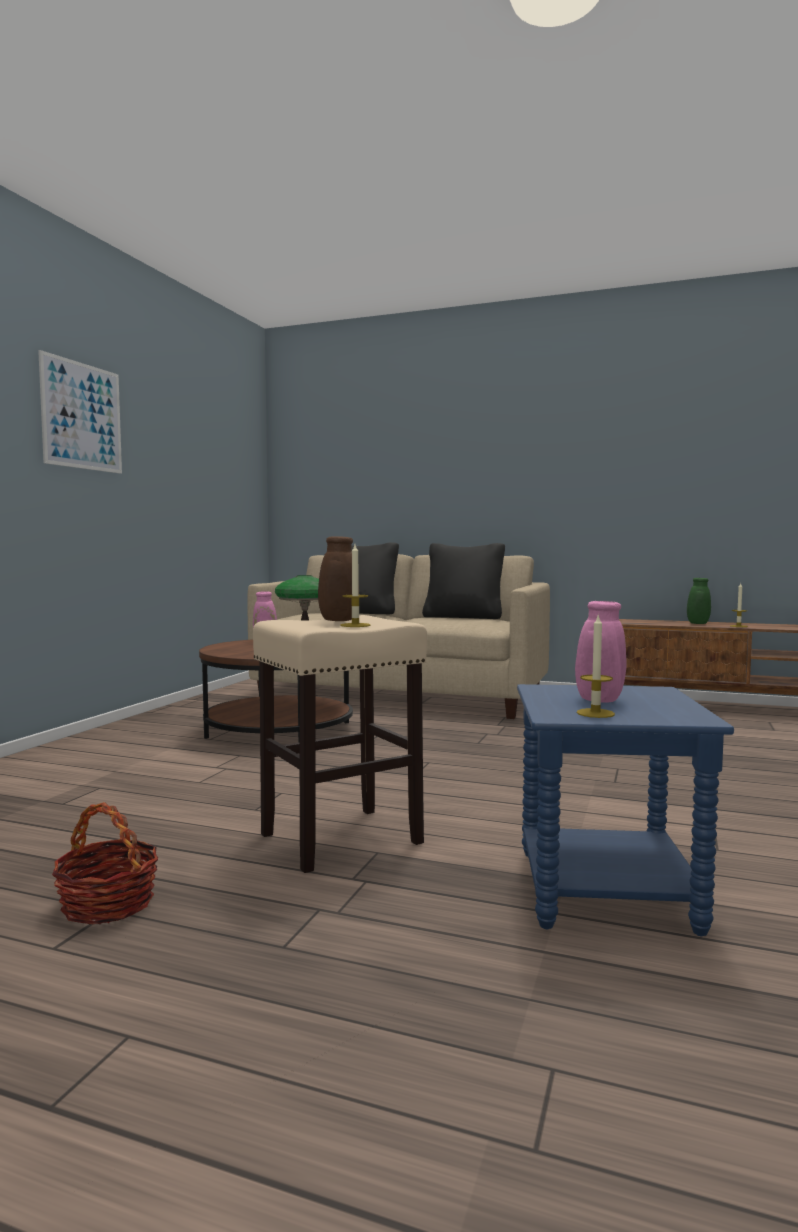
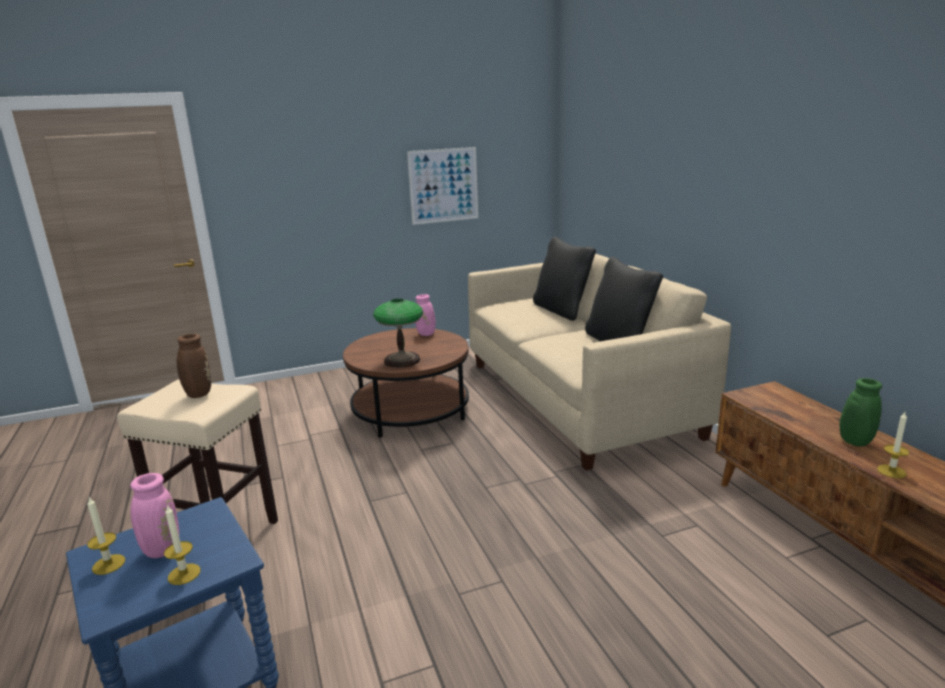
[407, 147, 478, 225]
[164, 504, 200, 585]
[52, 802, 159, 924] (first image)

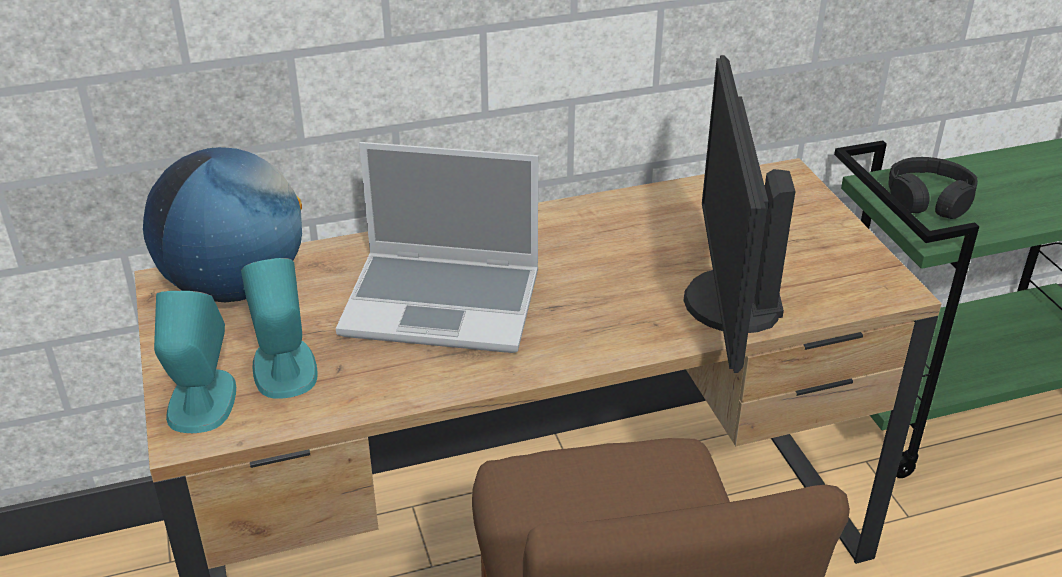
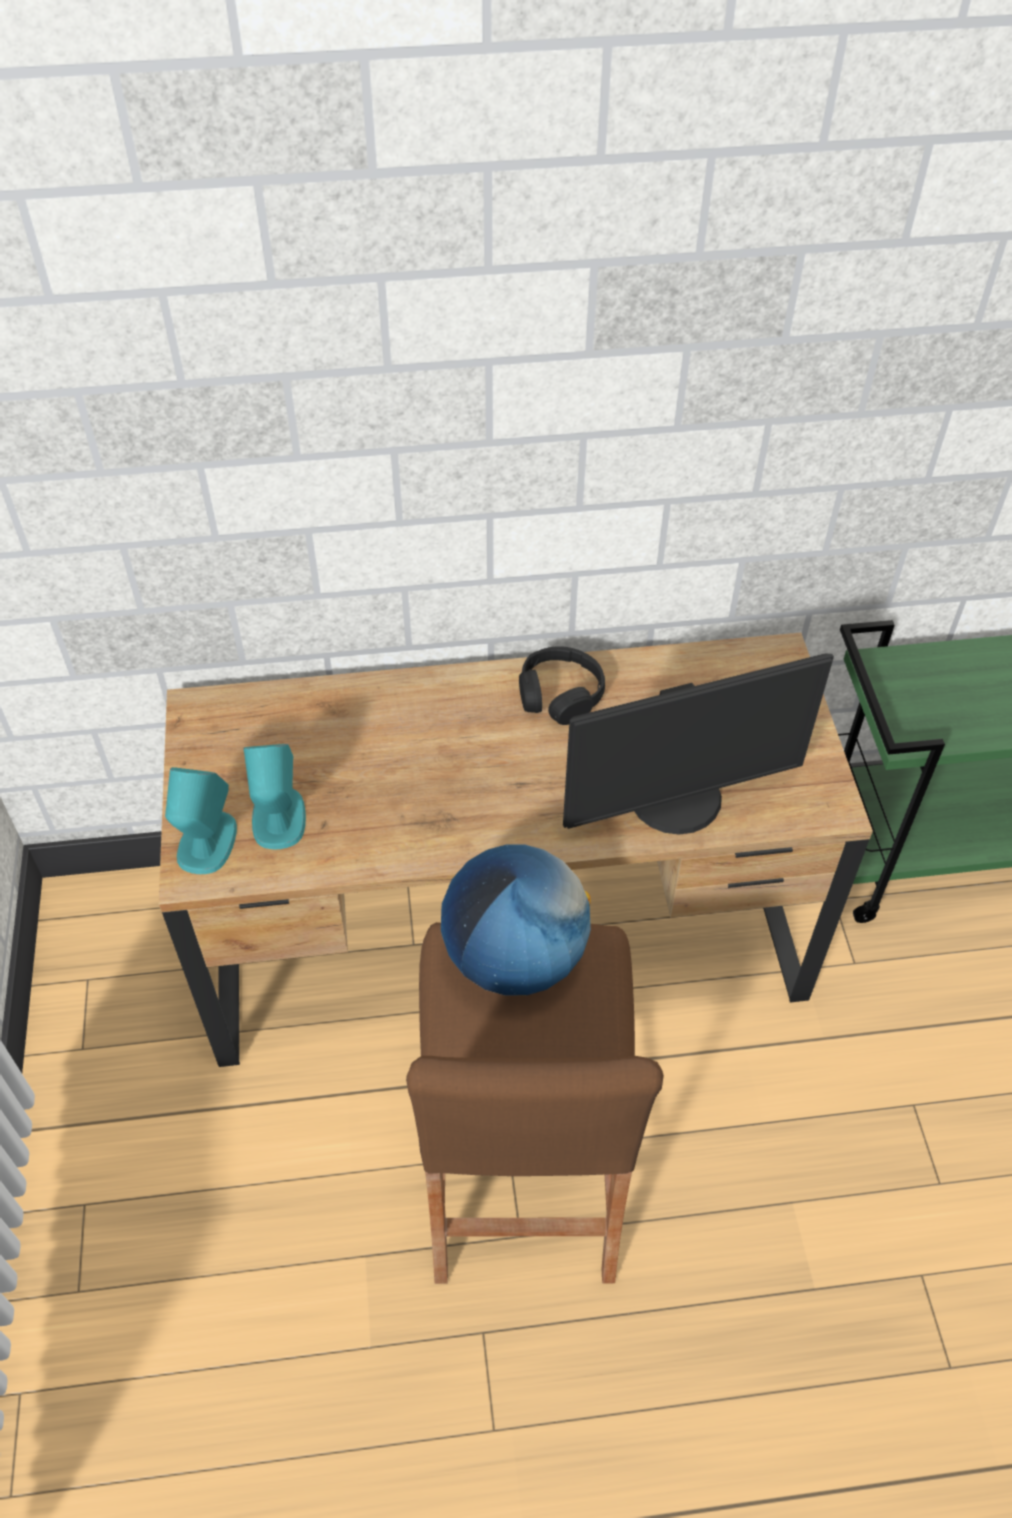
[563, 654, 834, 835]
[336, 142, 538, 353] (first image)
[441, 845, 591, 996]
[519, 646, 605, 725]

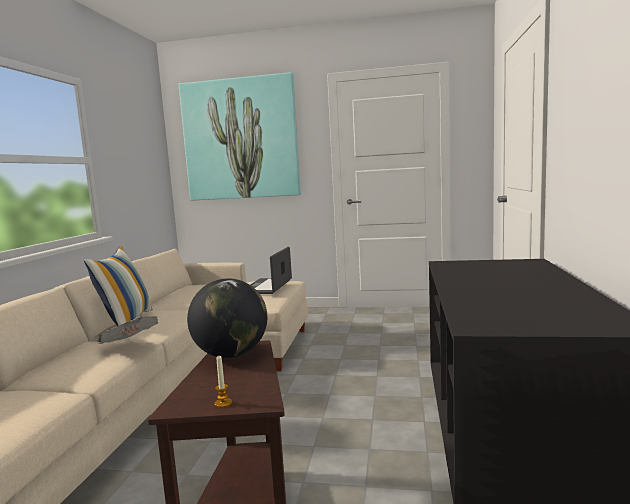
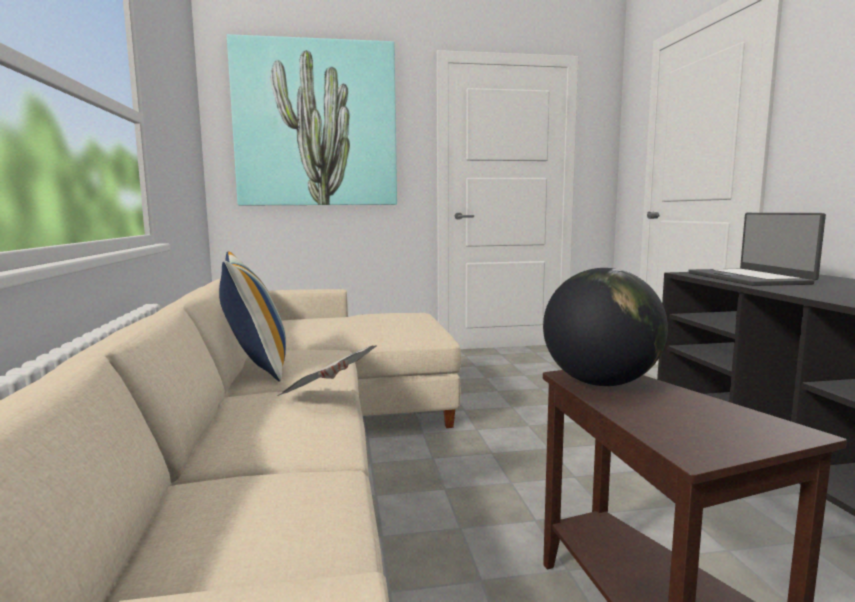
[688, 213, 826, 286]
[215, 356, 232, 408] (first image)

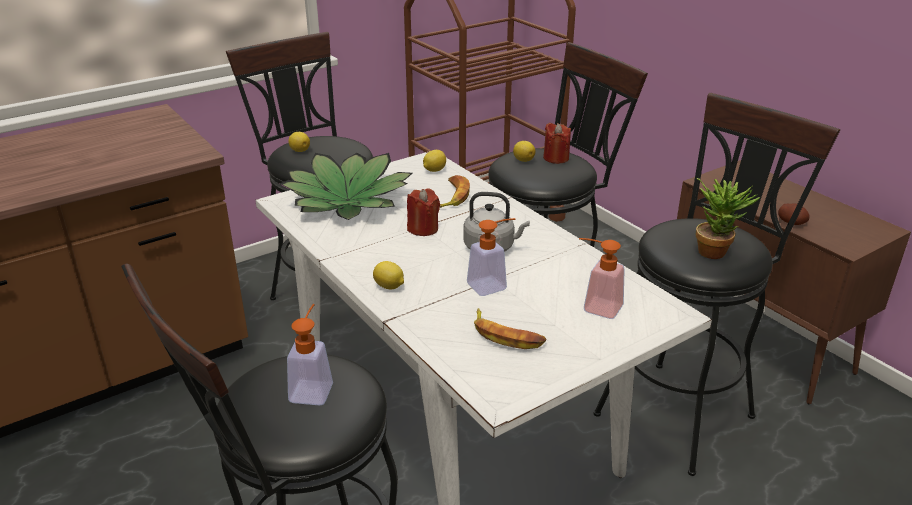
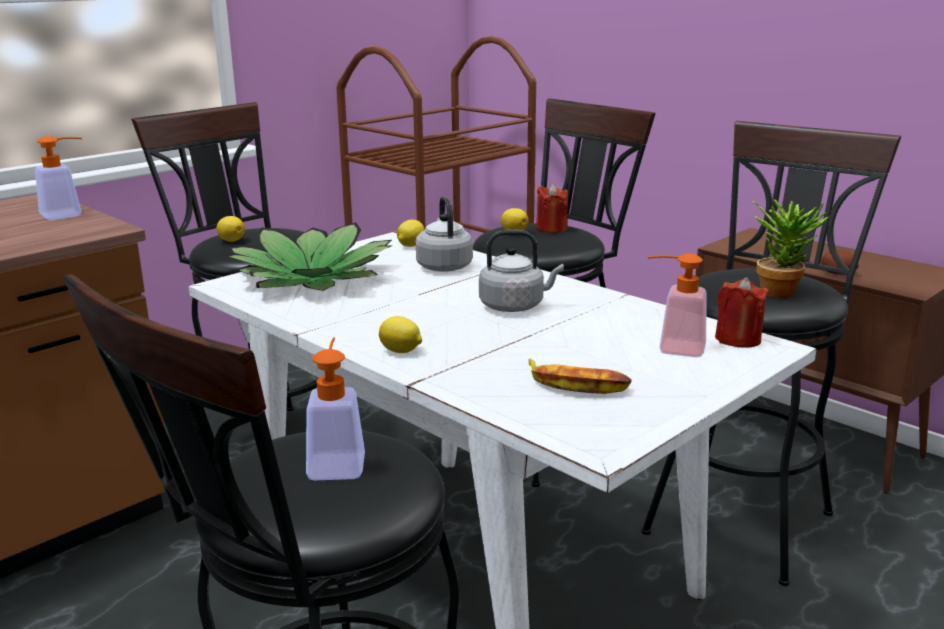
[416, 196, 473, 272]
[715, 277, 768, 348]
[35, 136, 82, 220]

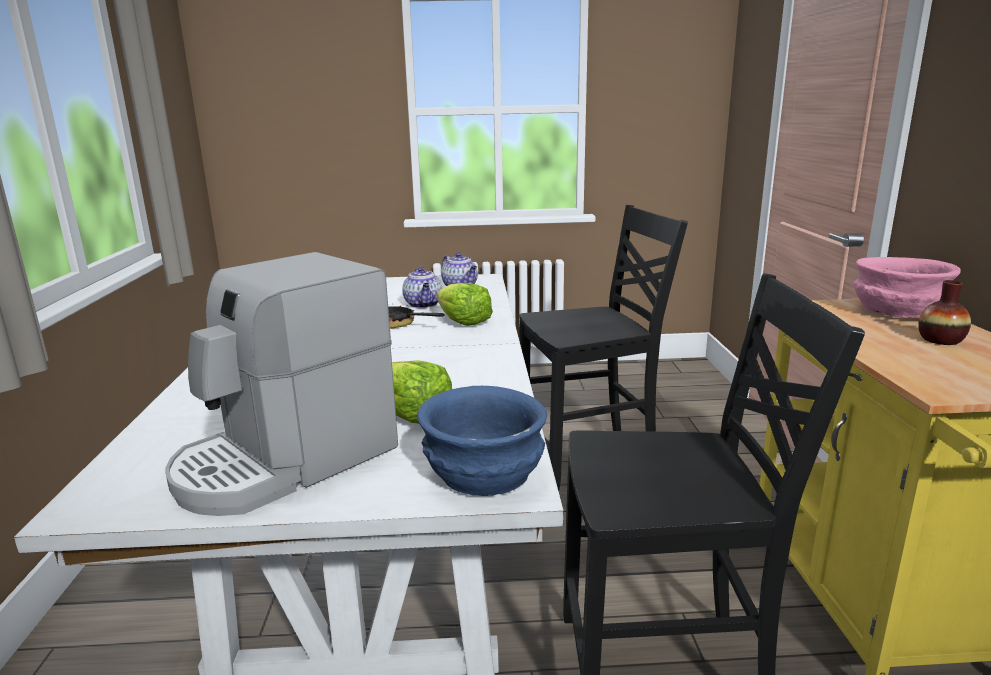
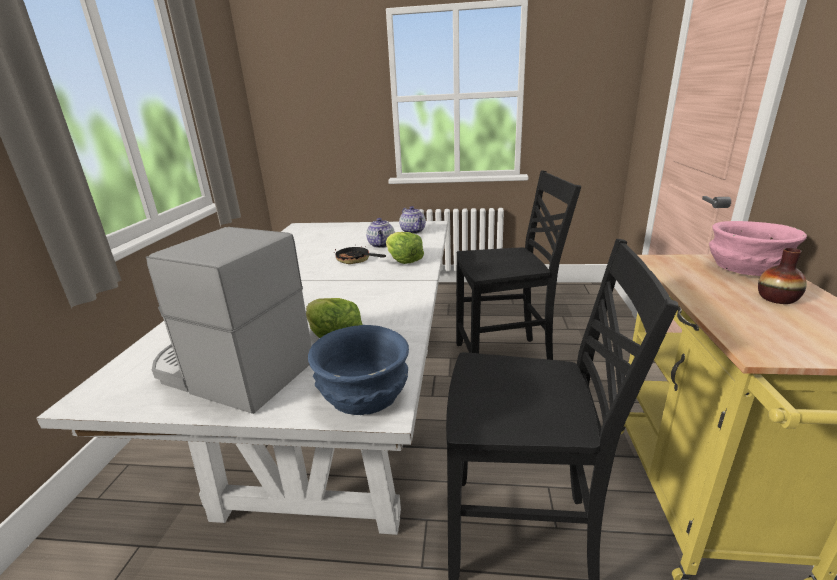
[146, 227, 311, 414]

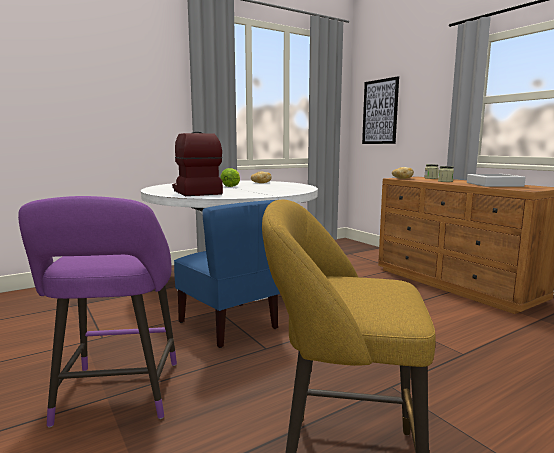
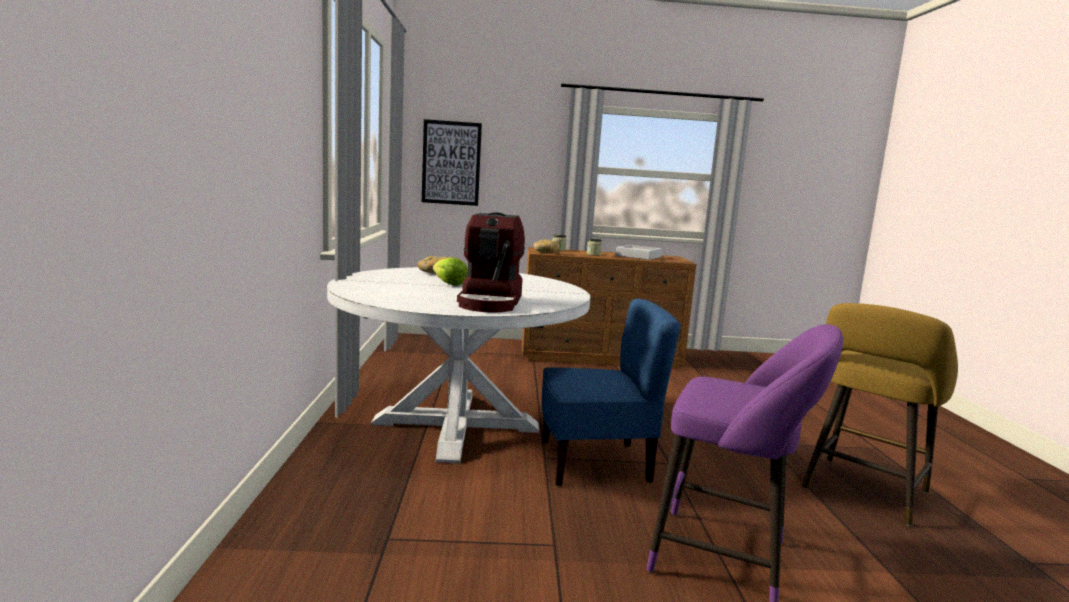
[457, 212, 525, 312]

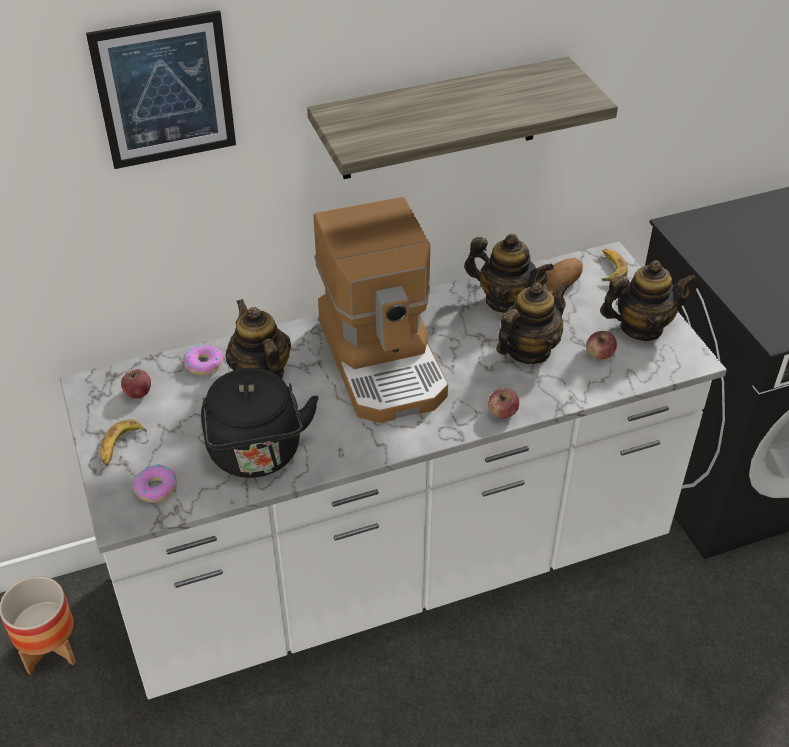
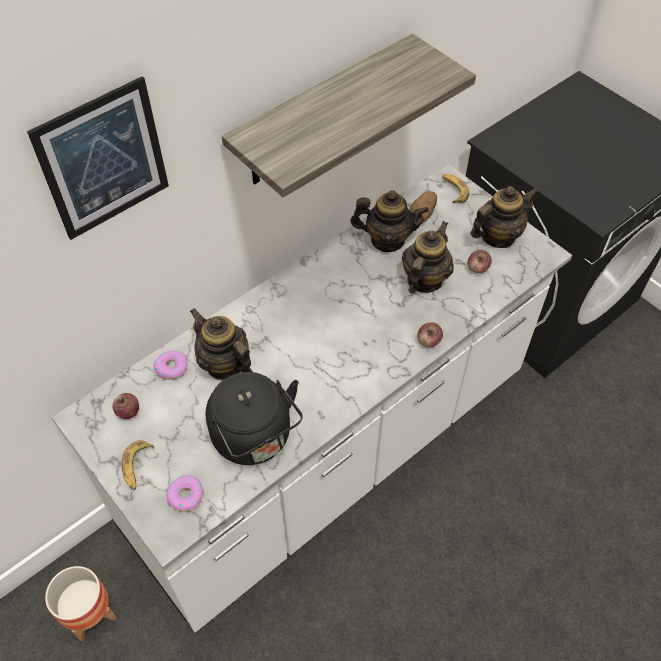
[314, 197, 448, 423] (first image)

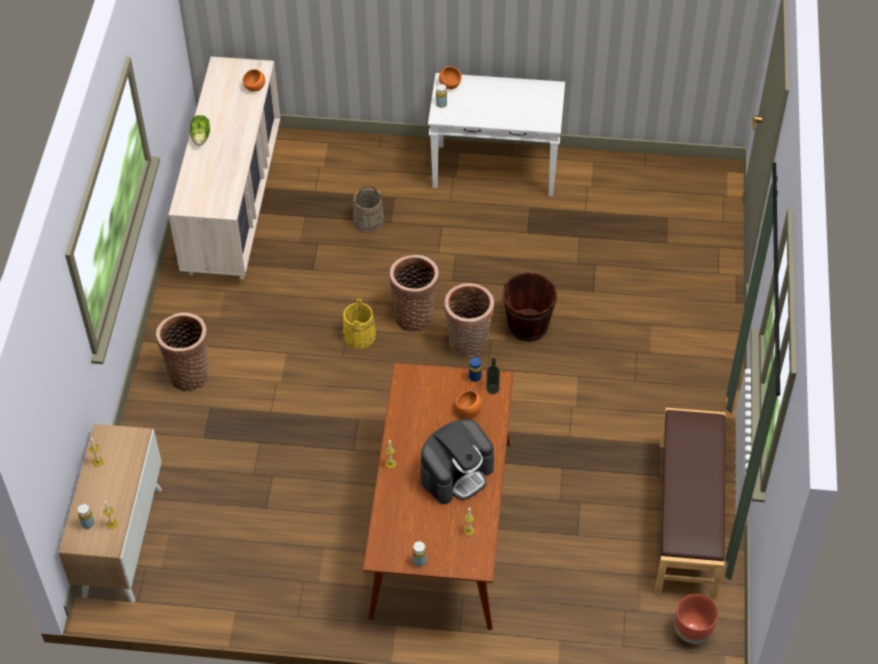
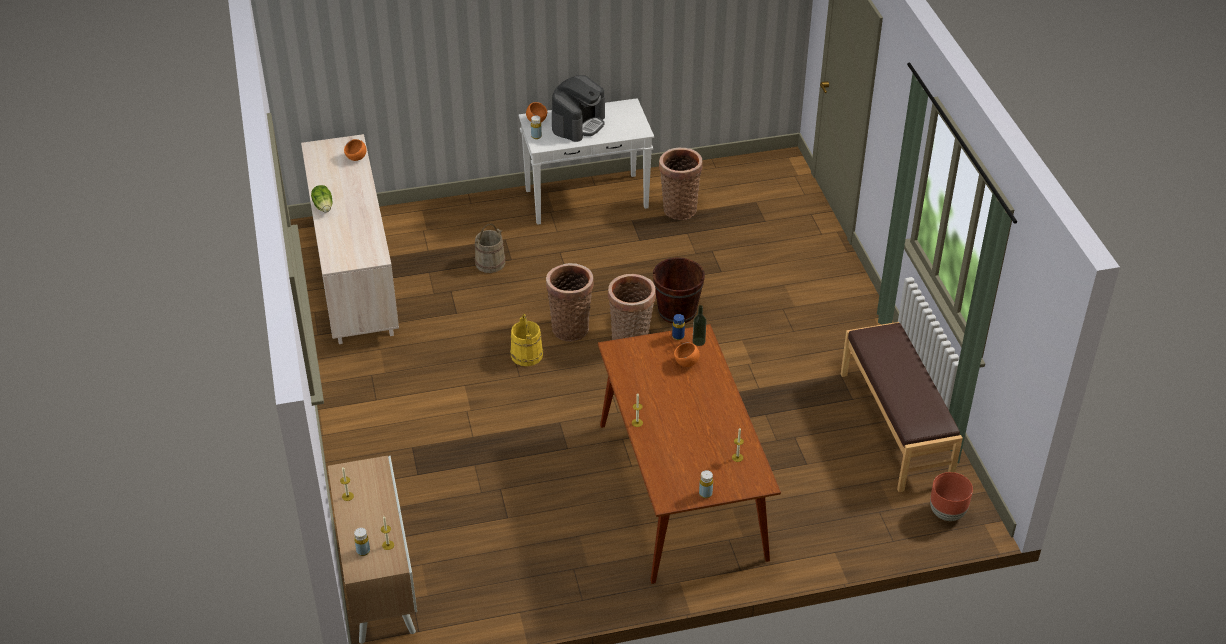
[659, 148, 703, 220]
[552, 75, 605, 142]

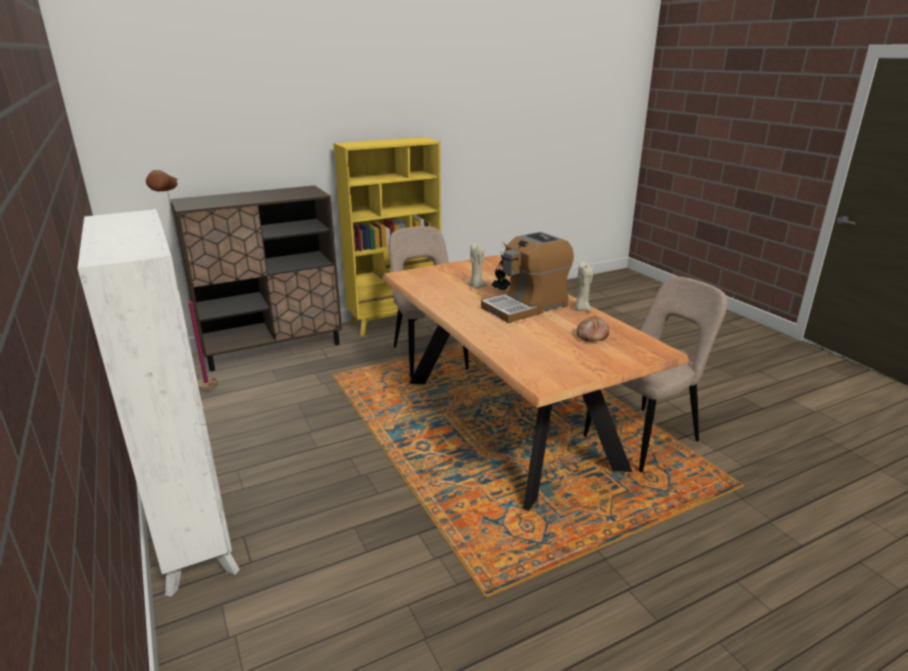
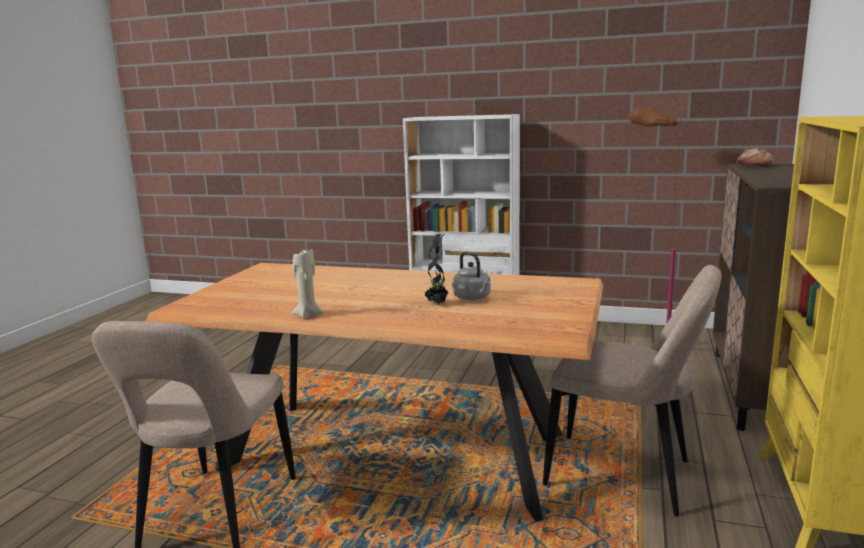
[481, 232, 574, 323] (first image)
[452, 251, 491, 300]
[736, 148, 773, 166]

